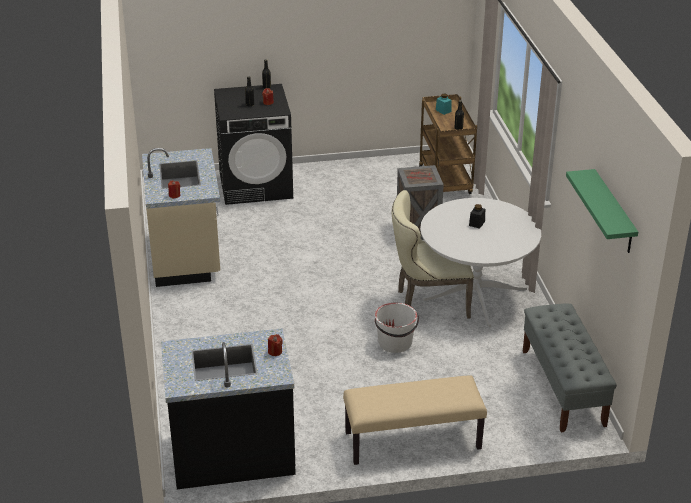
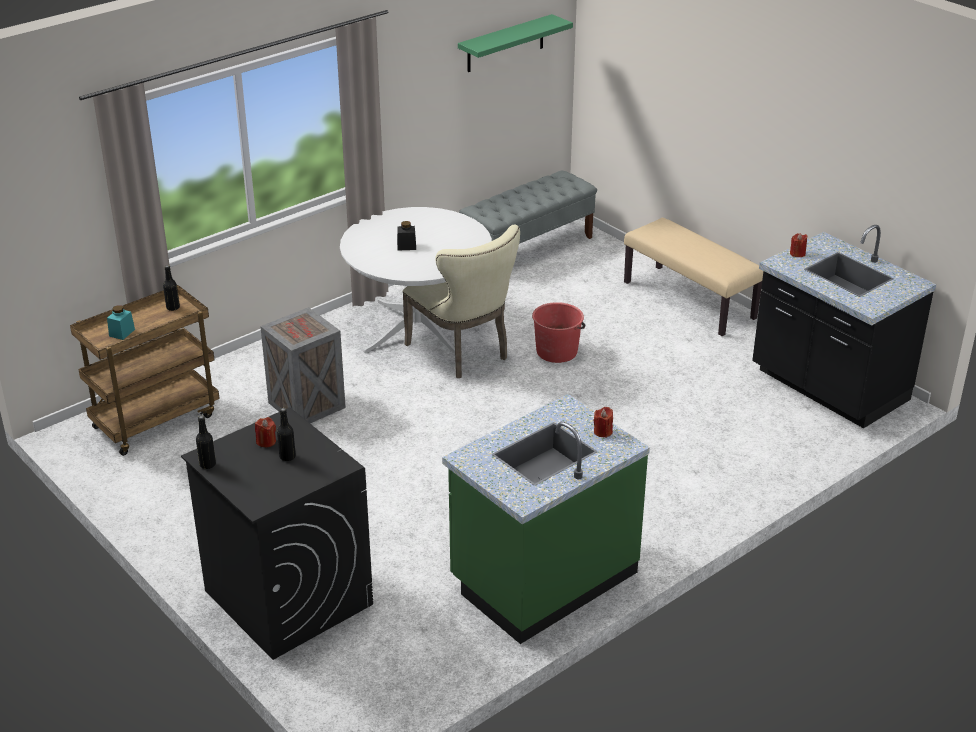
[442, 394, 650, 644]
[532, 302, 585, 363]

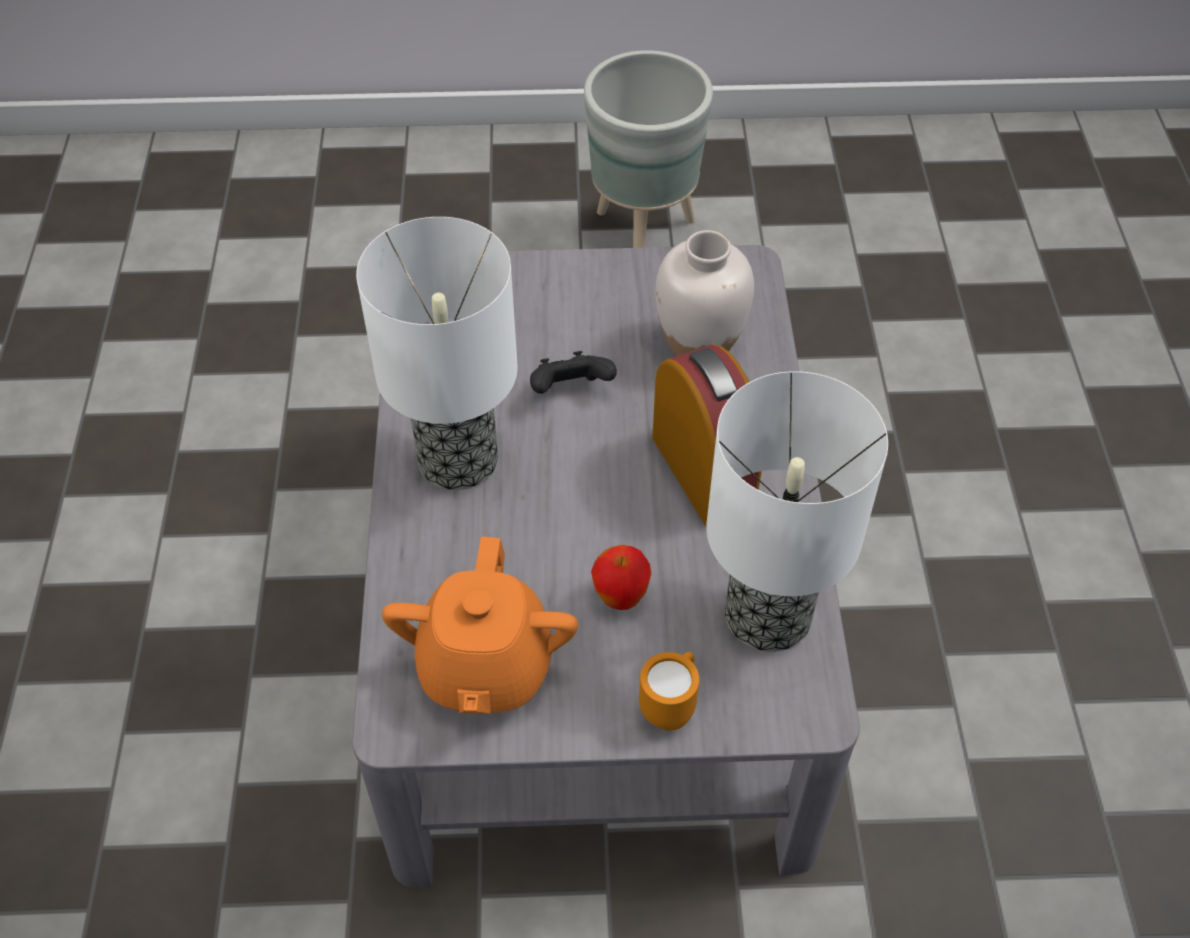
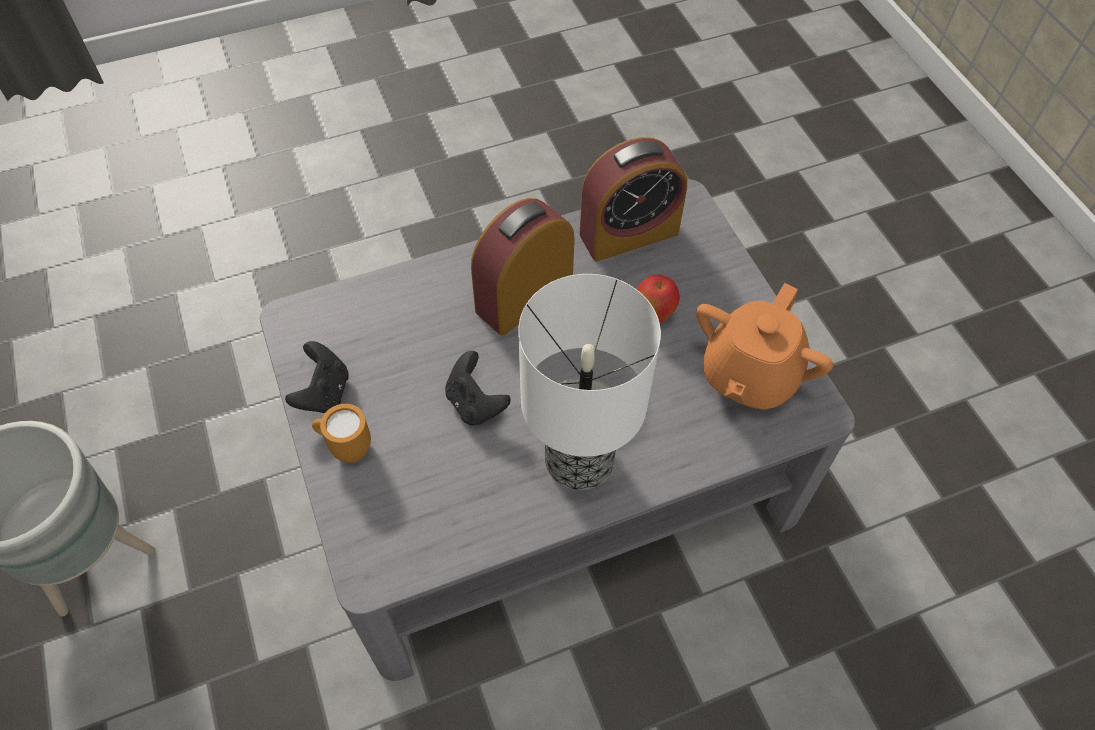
[655, 230, 754, 356] (first image)
[579, 137, 687, 261]
[696, 283, 833, 410]
[312, 404, 371, 463]
[285, 341, 349, 413]

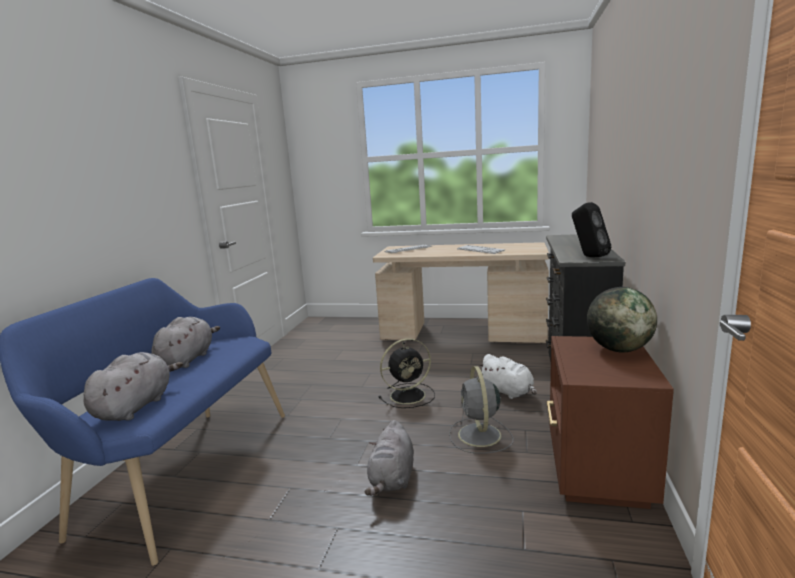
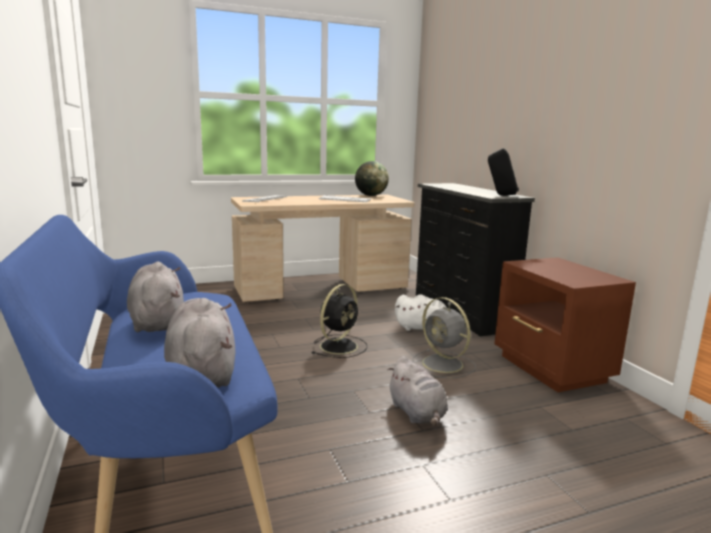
[355, 161, 389, 196]

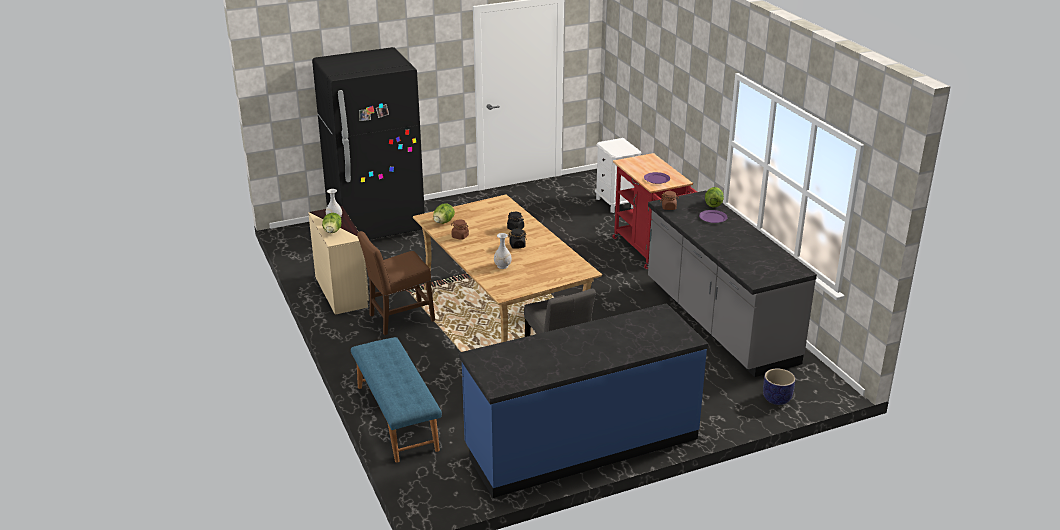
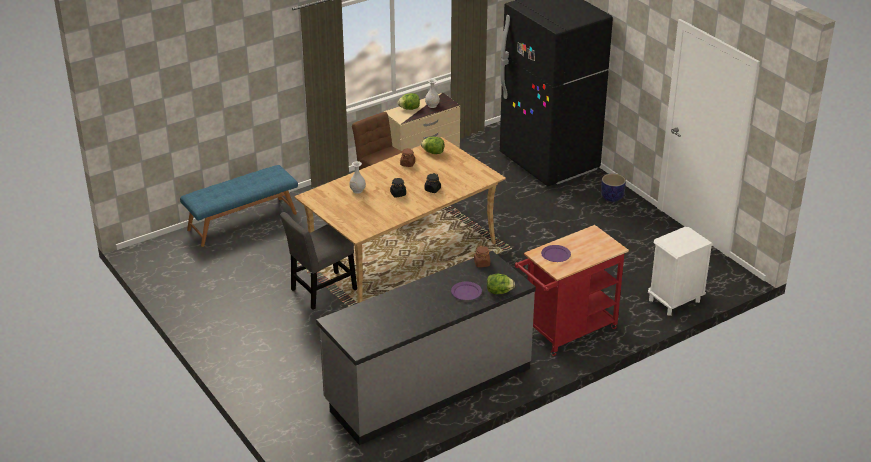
[459, 303, 708, 498] (first image)
[601, 173, 626, 202]

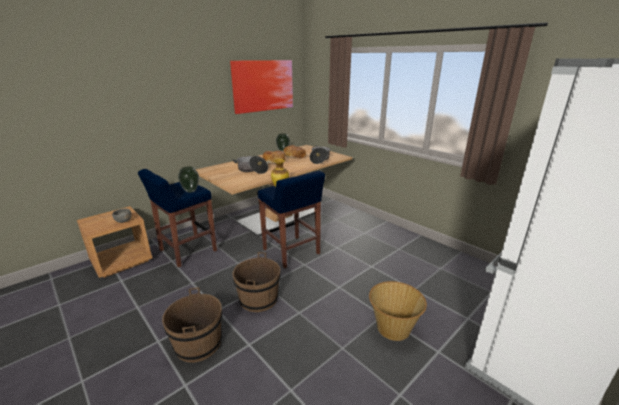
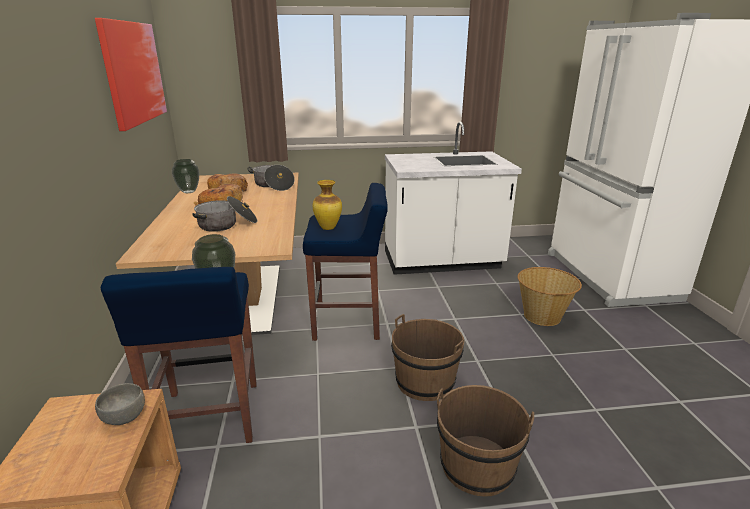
[385, 122, 522, 275]

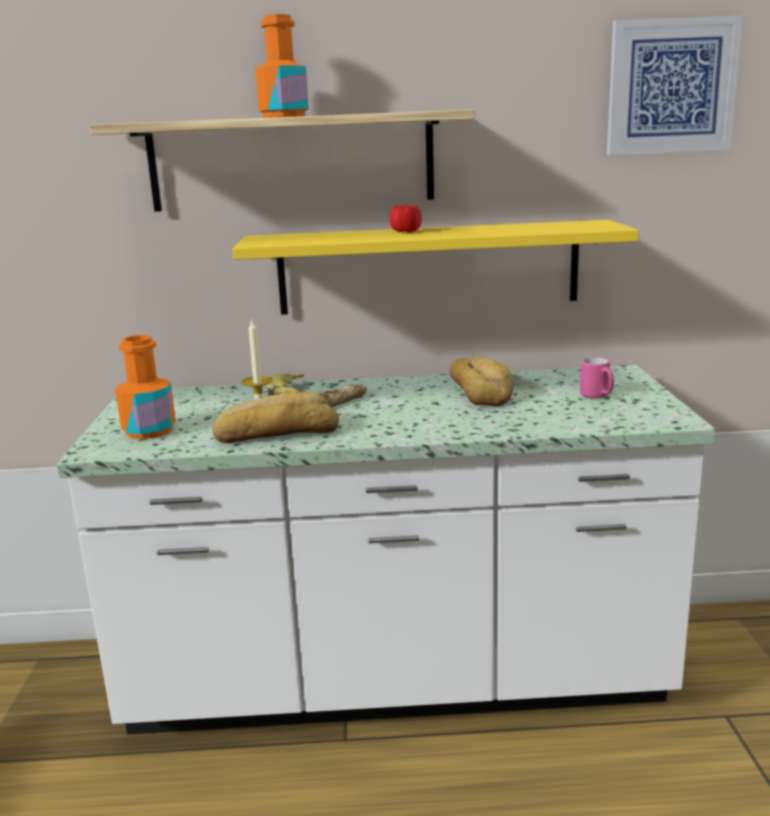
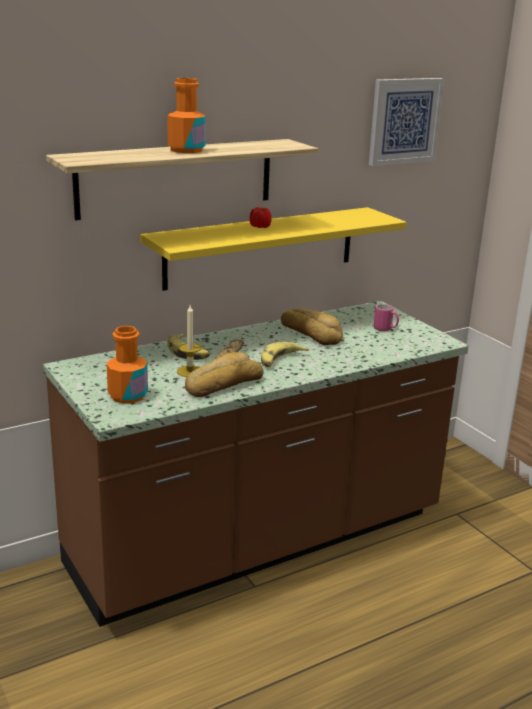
[43, 301, 469, 627]
[261, 342, 309, 367]

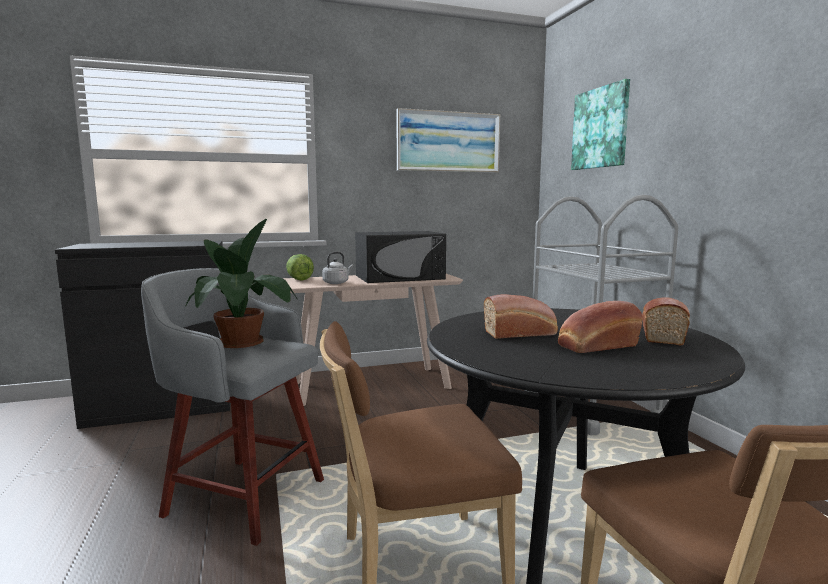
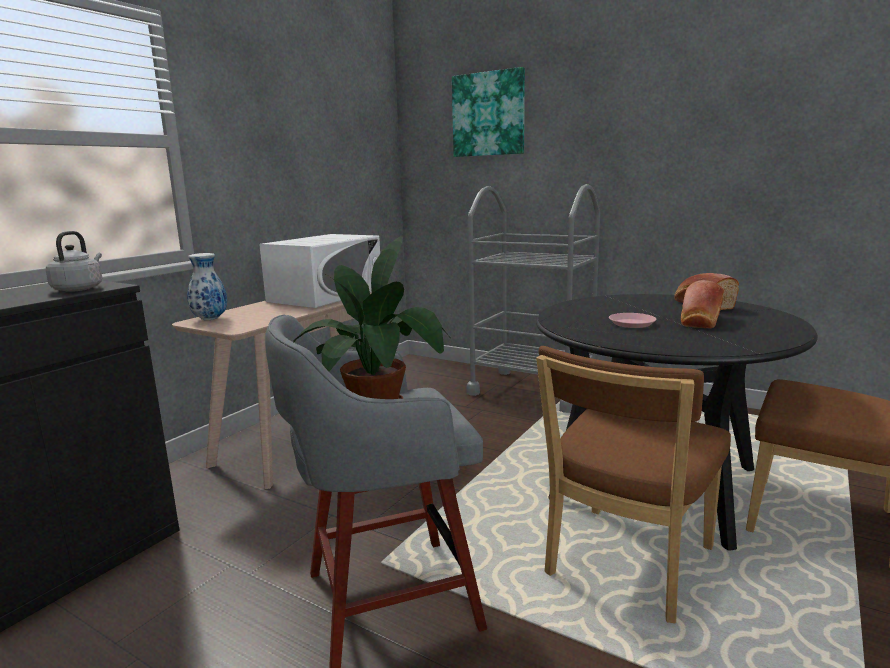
[396, 108, 500, 173] (first image)
[259, 234, 380, 308]
[46, 231, 102, 292]
[187, 253, 227, 320]
[609, 313, 656, 328]

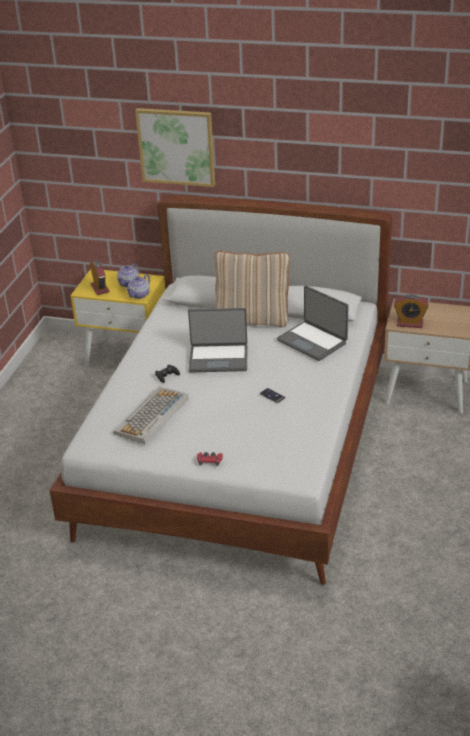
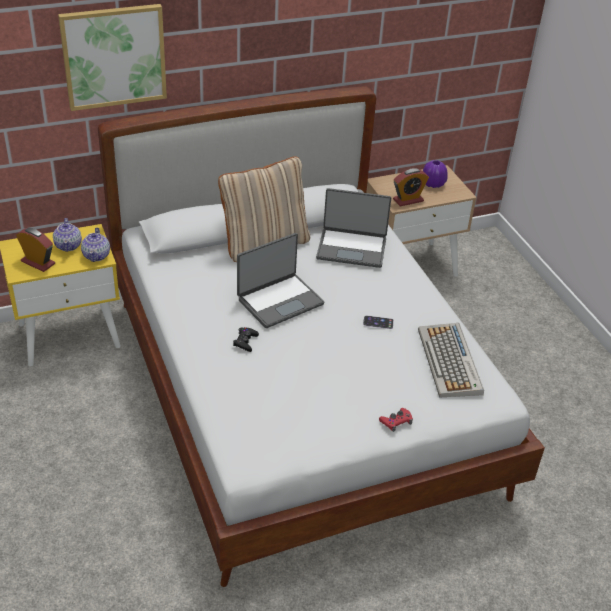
[418, 323, 484, 398]
[423, 160, 448, 188]

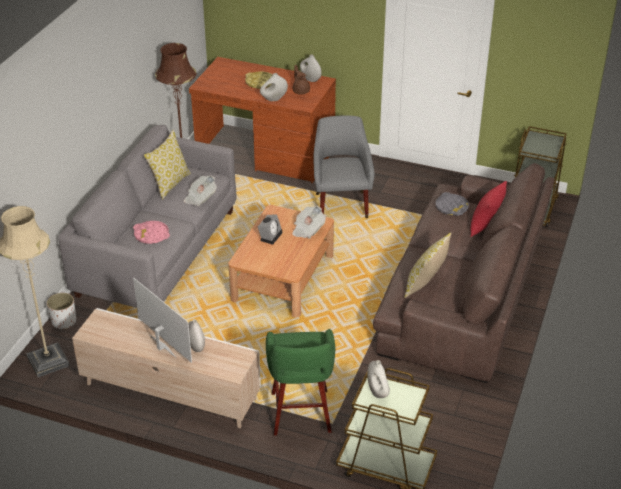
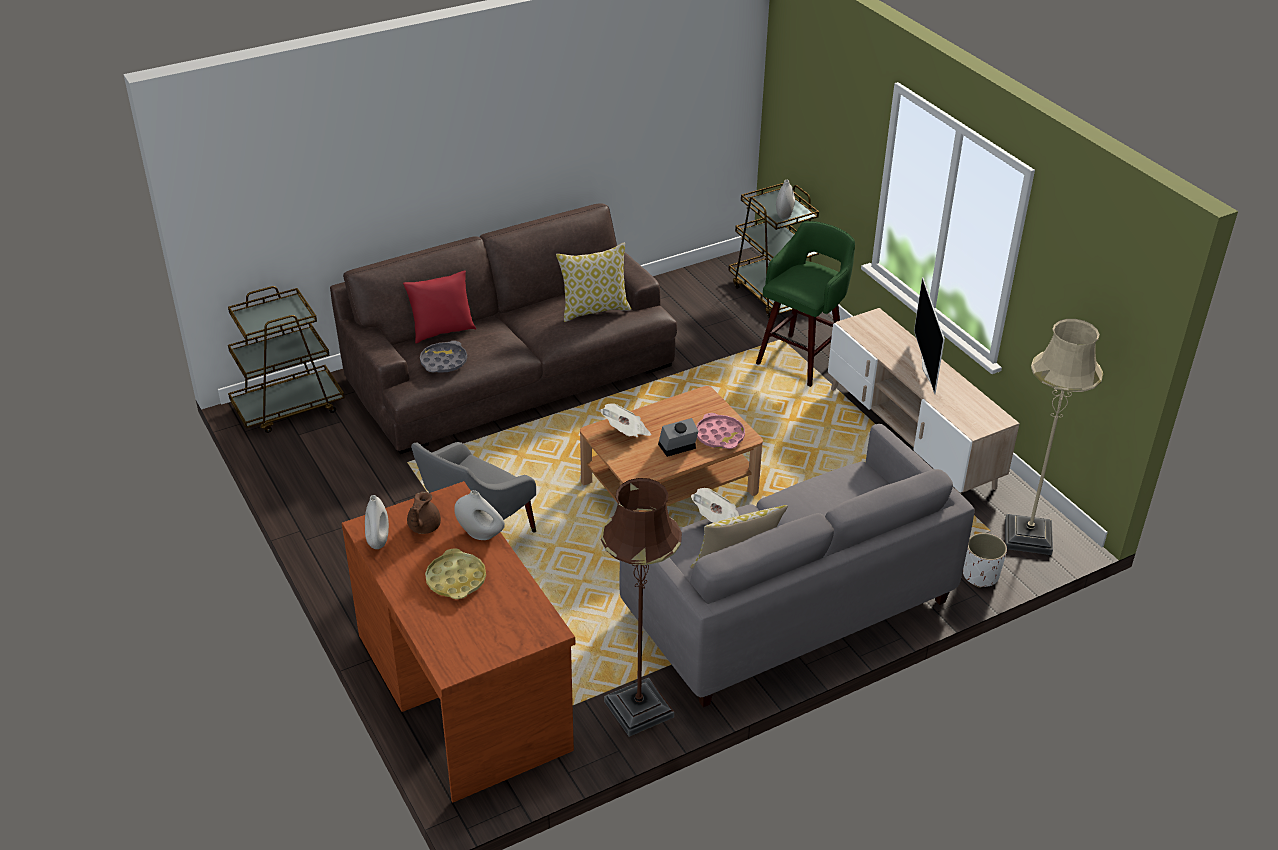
[696, 413, 745, 449]
[188, 319, 205, 352] (first image)

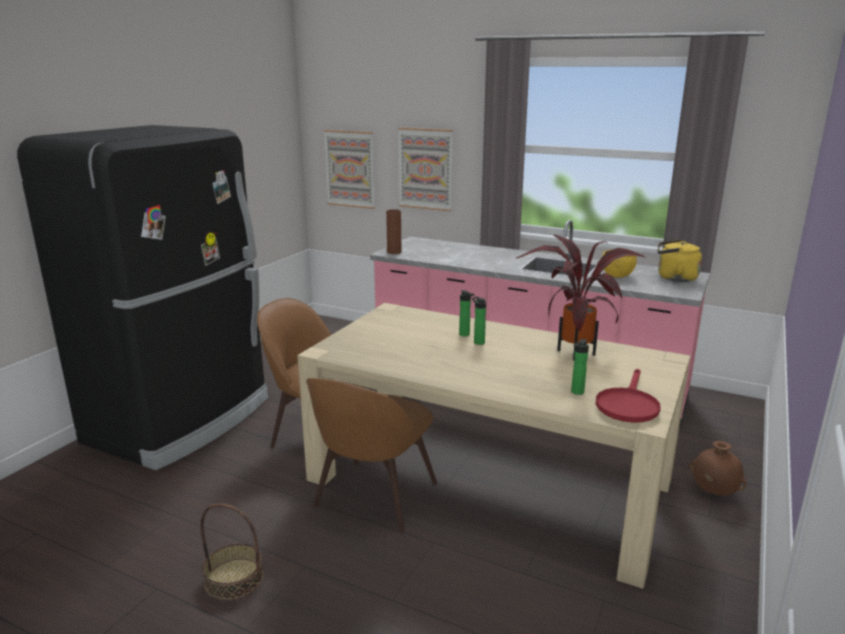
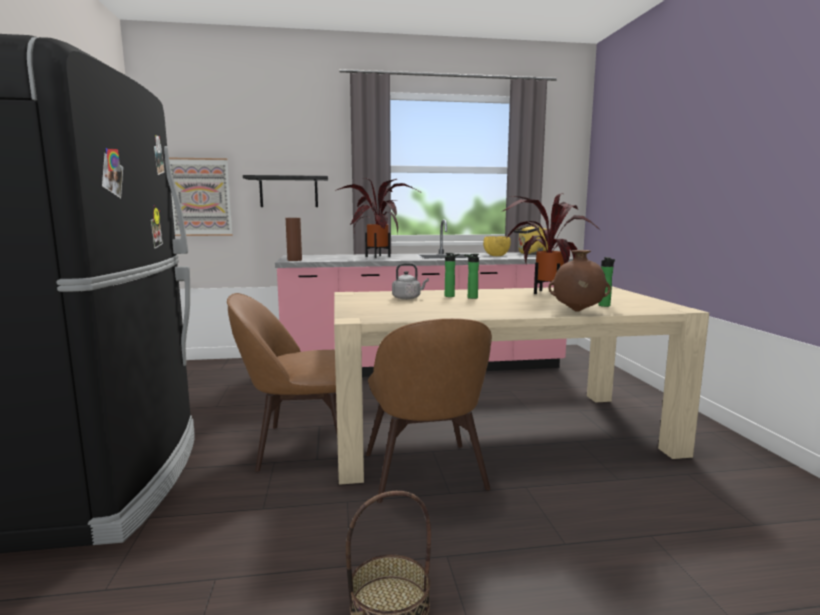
[243, 175, 328, 207]
[596, 369, 661, 423] (first image)
[548, 250, 611, 312]
[335, 178, 422, 258]
[392, 263, 429, 300]

